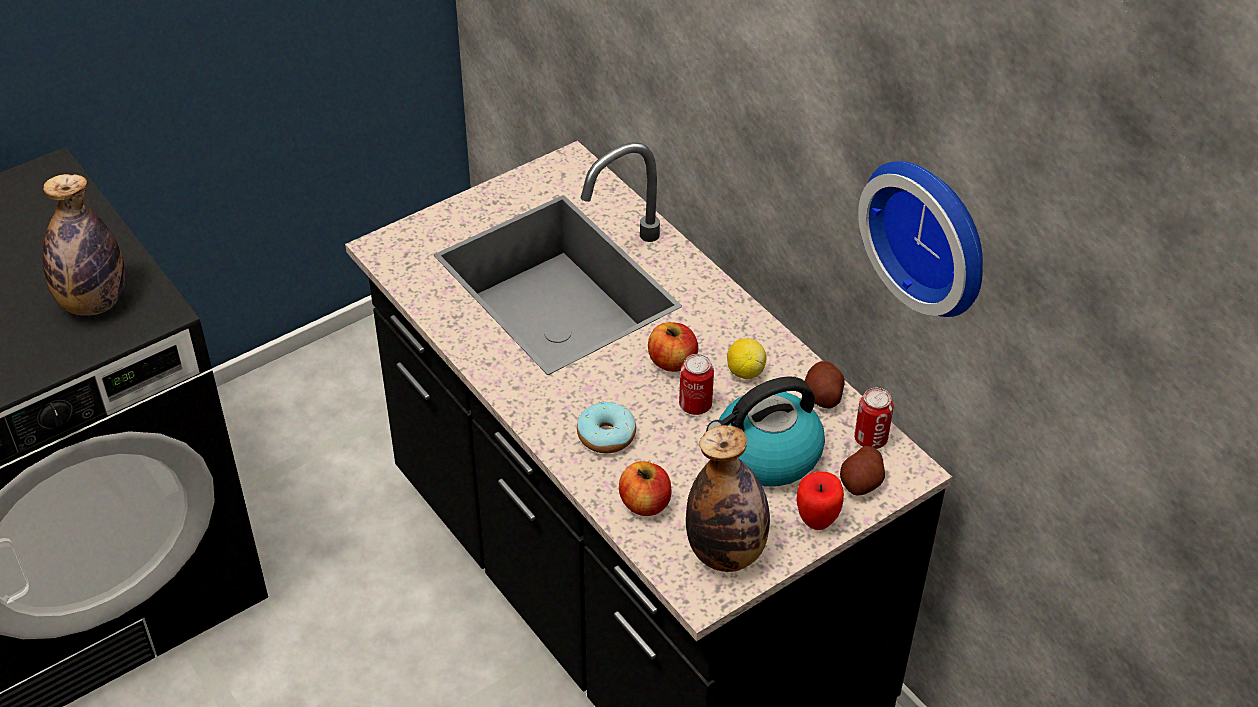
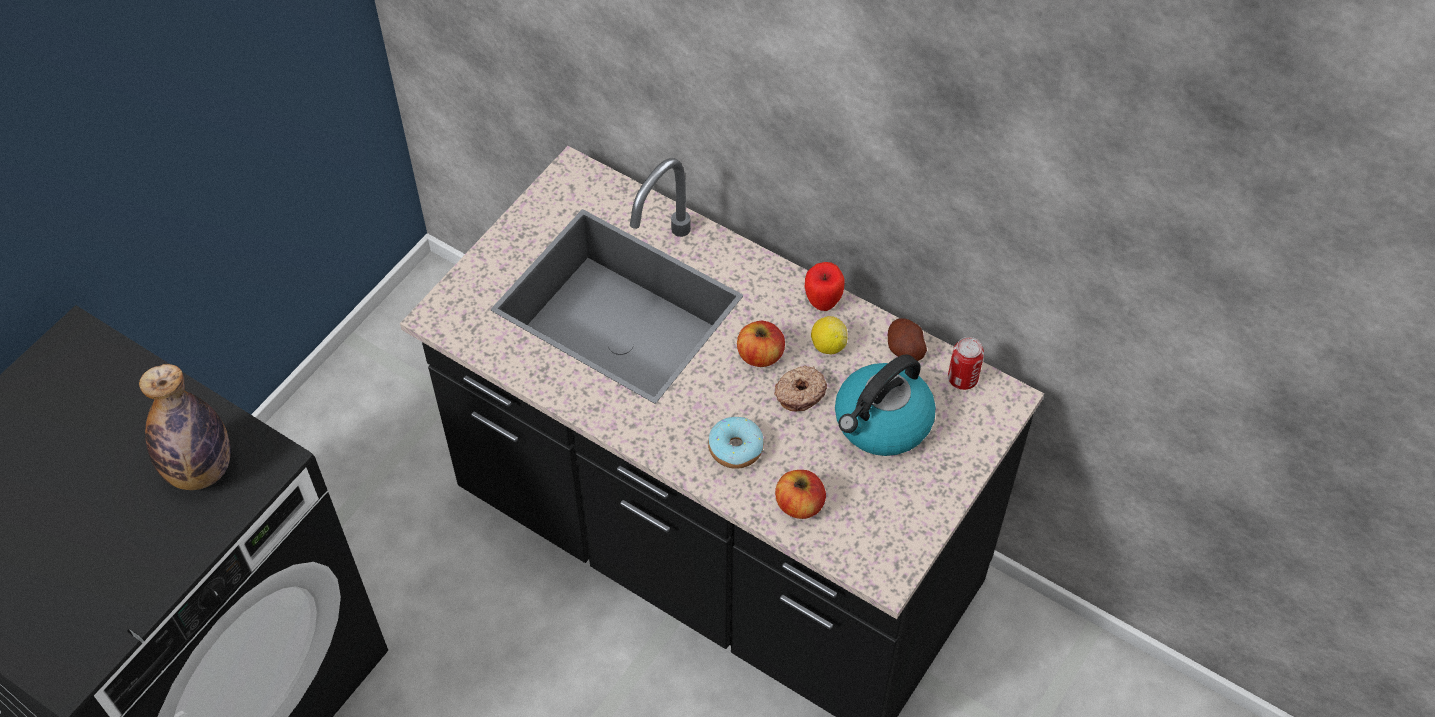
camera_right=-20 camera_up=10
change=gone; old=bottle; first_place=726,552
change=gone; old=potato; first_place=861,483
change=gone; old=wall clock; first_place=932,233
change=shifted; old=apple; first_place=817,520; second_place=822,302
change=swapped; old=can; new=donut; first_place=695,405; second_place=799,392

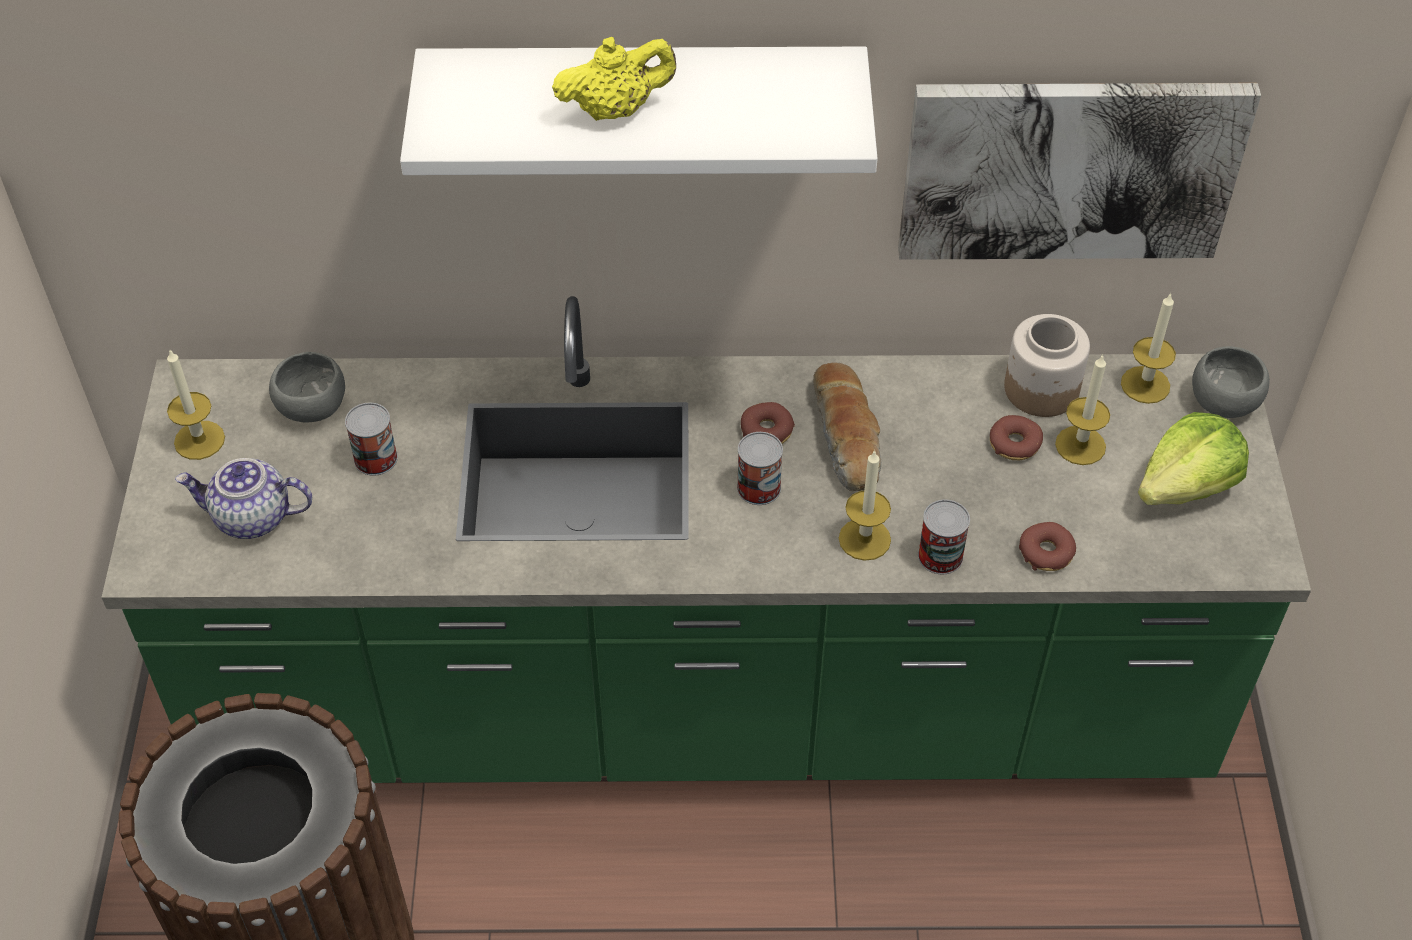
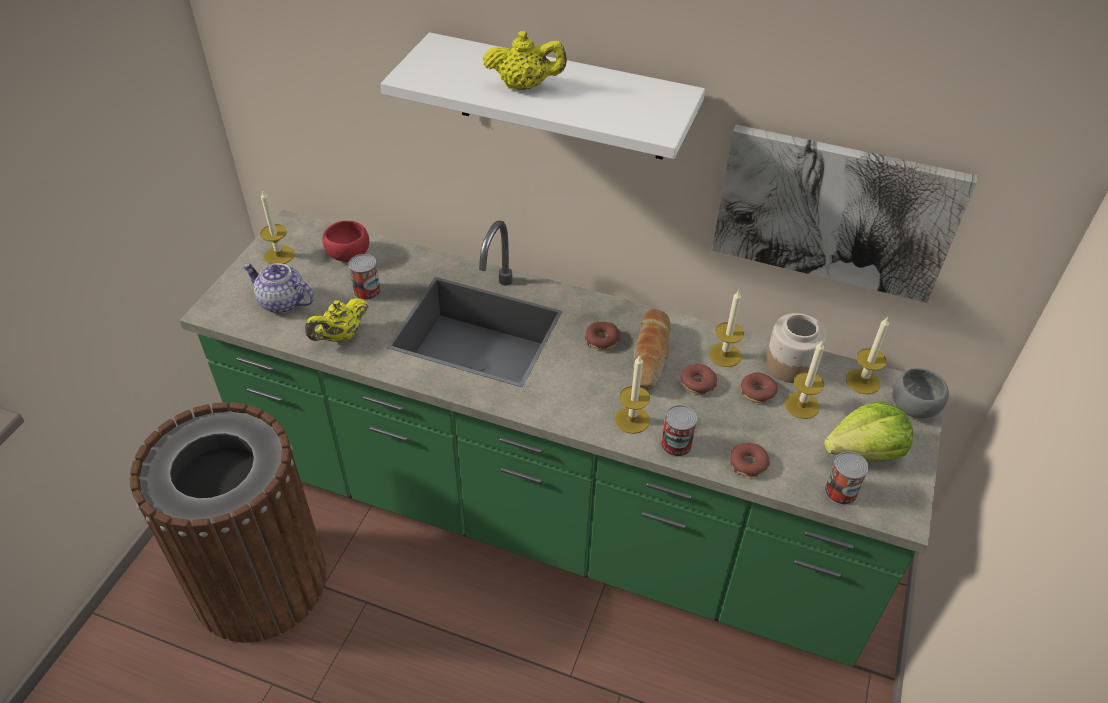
camera_right=20 camera_up=-5
change=new; new=yellow teapot; second_place=341,337
change=new; new=donut; second_place=697,383
change=new; new=candle; second_place=724,355
change=shifted; old=can; first_place=758,487; second_place=840,491
change=repainted; old=grey bowl; new=red bowl; first_place=313,408; second_place=349,256

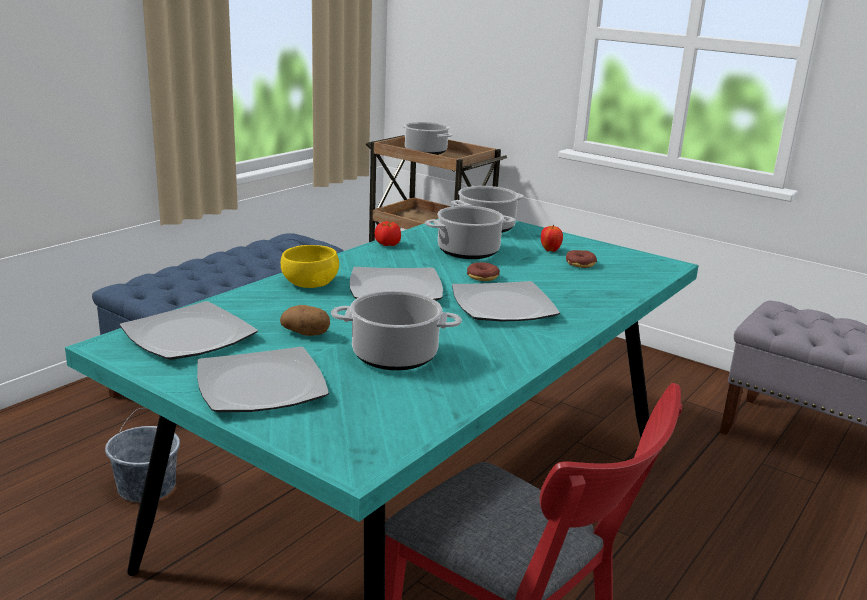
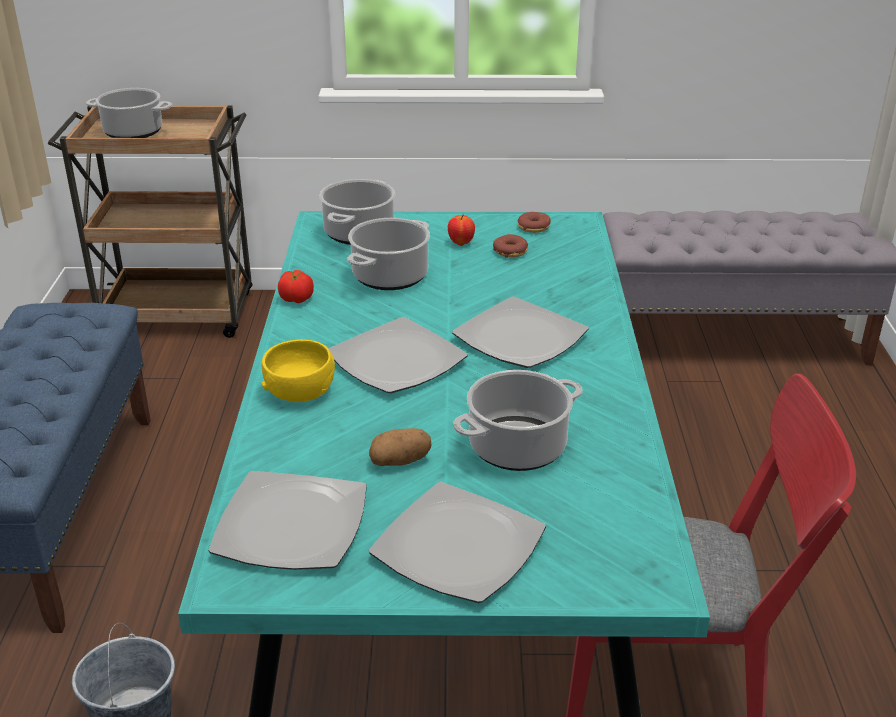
camera_right=-35 camera_up=10
change=shifted; old=donut; first_place=482,277; second_place=533,227

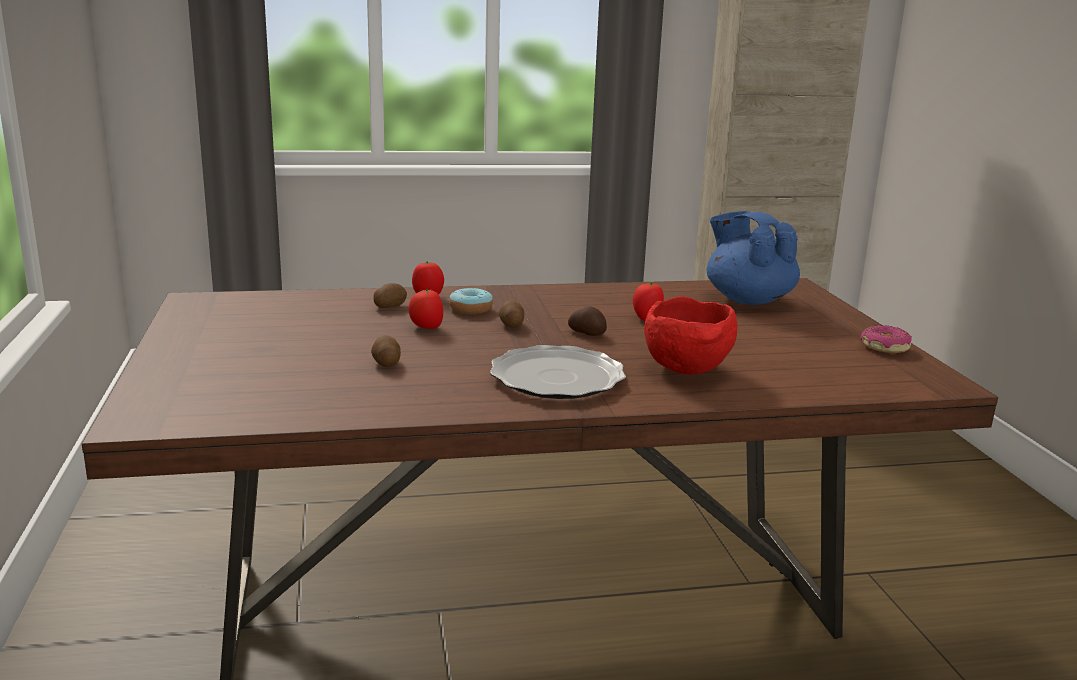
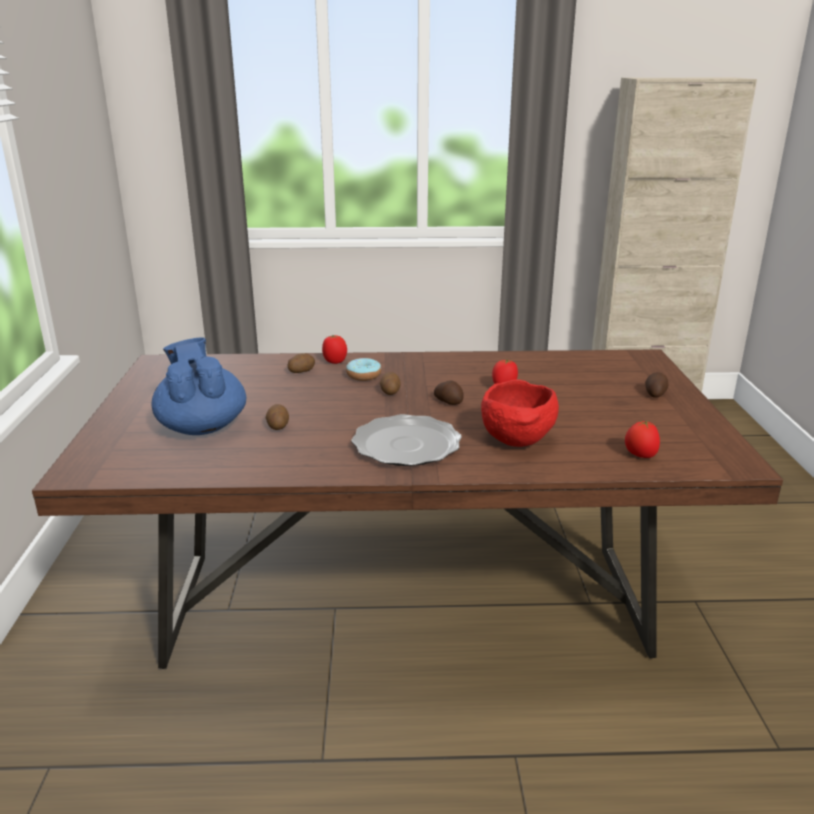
camera_right=10 camera_up=5
change=gone; old=donut; first_place=884,347
change=new; new=potato; second_place=655,393
change=shifted; old=tomato; first_place=426,328; second_place=640,456
change=shifted; old=blue teapot; first_place=748,299; second_place=202,427

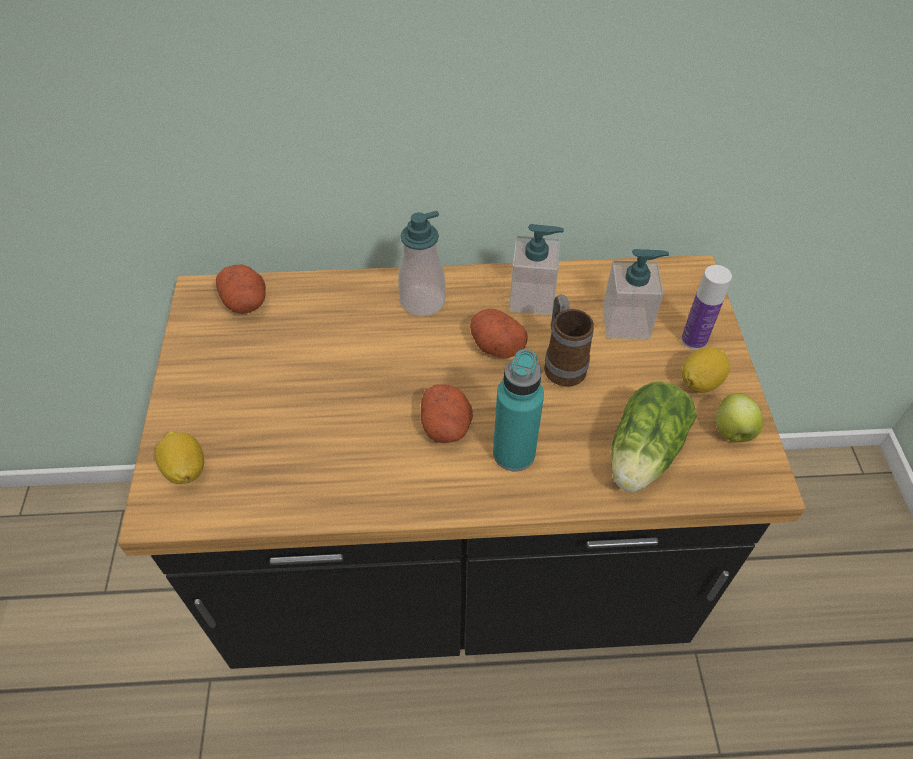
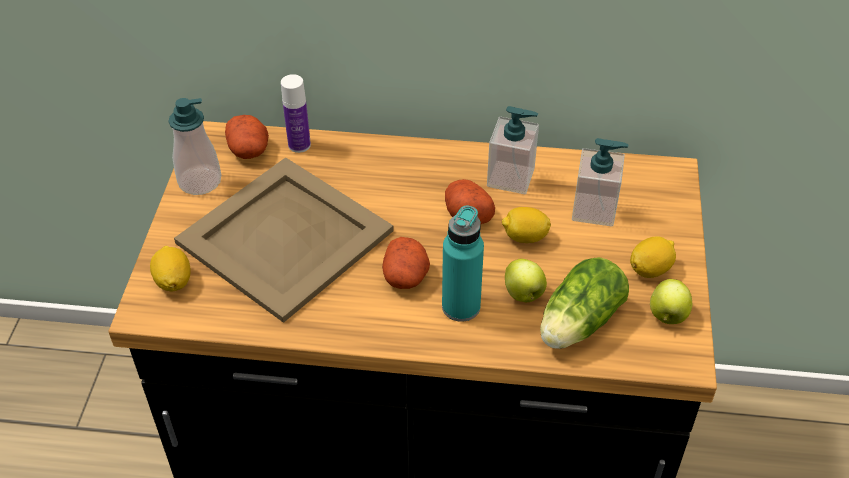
camera_right=10 camera_up=-5
change=new; new=beige tray; second_place=285,238
change=new; new=apple; second_place=524,295
change=shifted; old=soap dispenser; first_place=422,301; second_place=200,181
change=shifted; old=bottle; first_place=694,340; second_place=299,145
change=swapped; old=mug; new=lemon; first_place=562,363; second_place=524,237

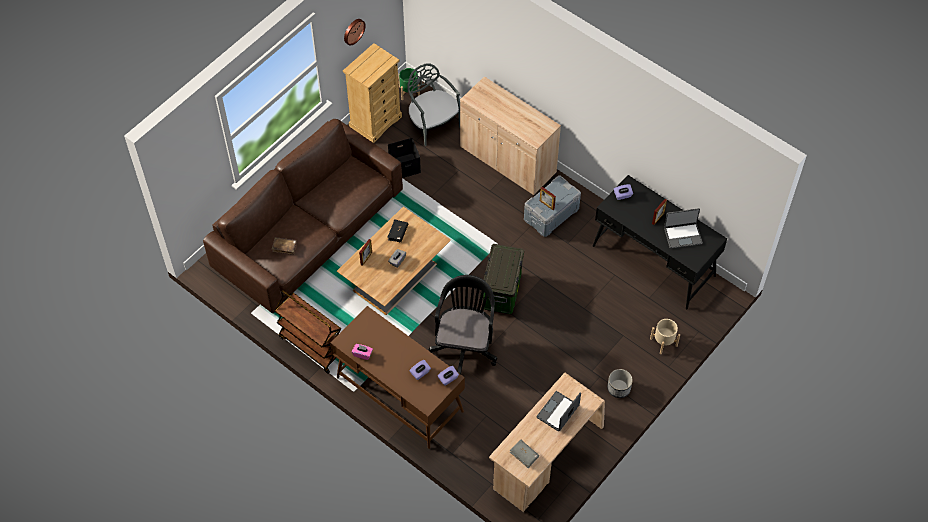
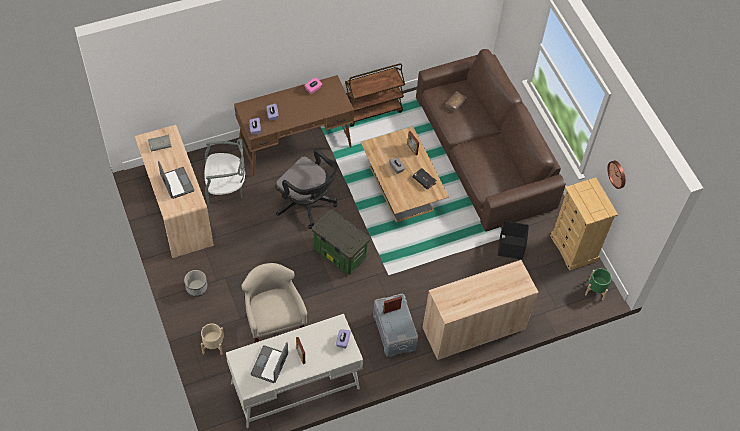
camera_right=115 camera_up=0
change=new; new=beige stool; second_place=274,331
change=shifted; old=grey chair; first_place=433,124; second_place=225,187
change=repainted; old=black desk; new=white desk; first_place=653,261; second_place=295,385

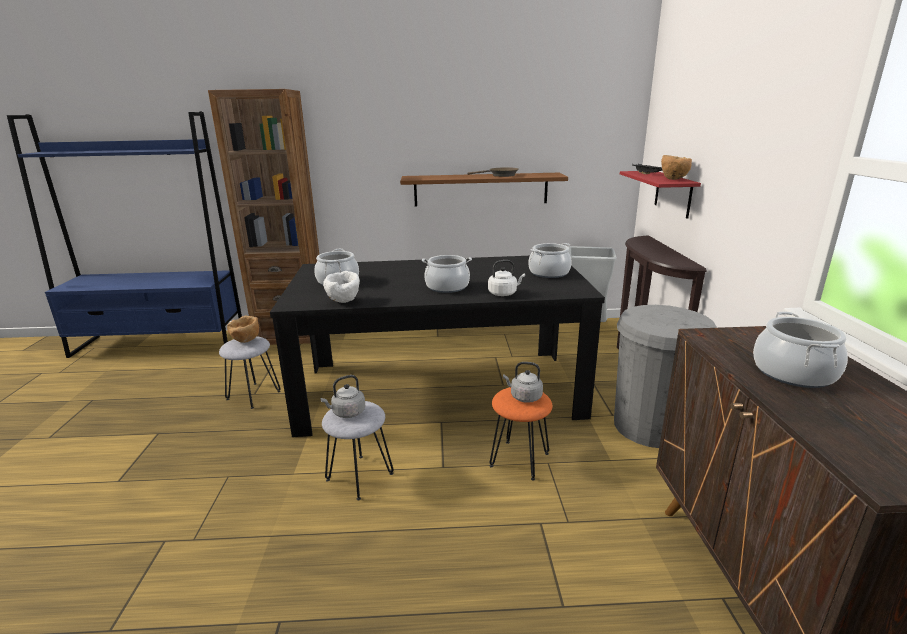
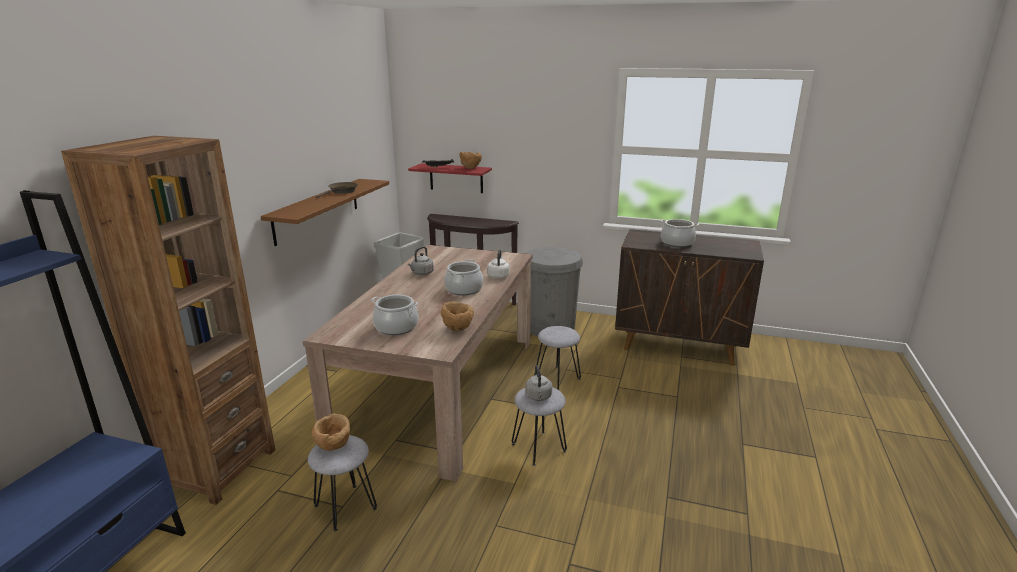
camera_right=-70 camera_up=0
change=gone; old=cooking pot; first_place=549,273
change=shifted; old=grey kettle; first_place=524,397; second_place=421,273
change=repainted; old=black dining table; new=beige dining table; first_place=440,390; second_place=442,389
change=repainted; old=white bowl; new=brown bowl; first_place=344,301; second_place=458,329
change=repainted; old=orange stool; new=grey stool; first_place=519,460; second_place=557,378

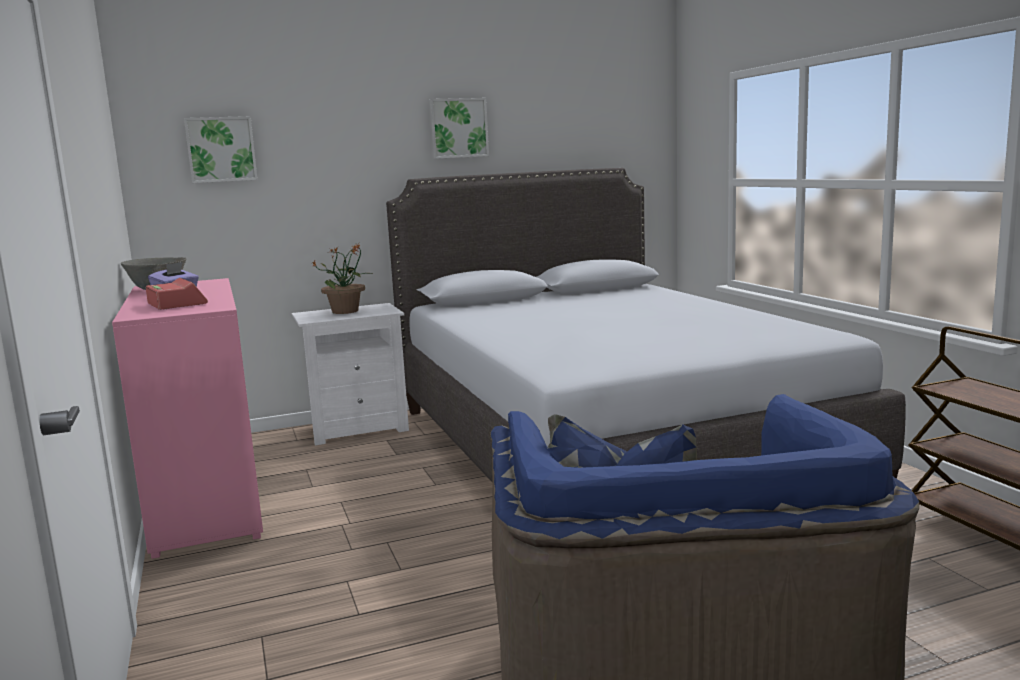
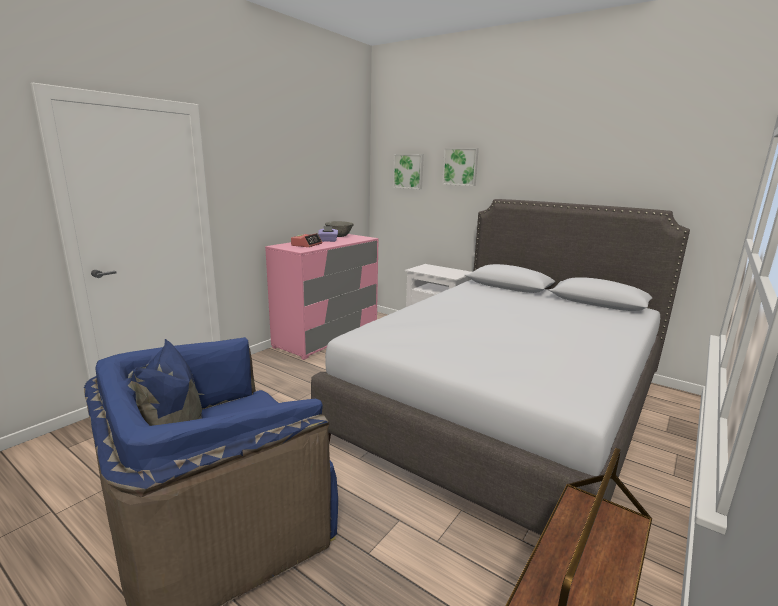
camera_right=55 camera_up=5
change=gone; old=potted plant; first_place=346,311
change=shifted; old=picture; first_place=458,128; second_place=460,166

